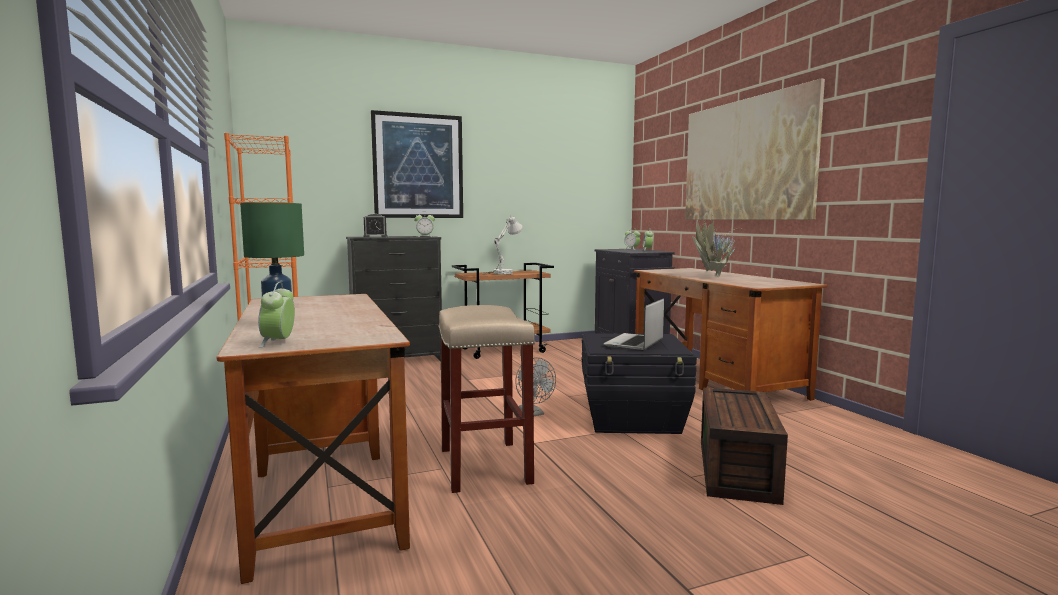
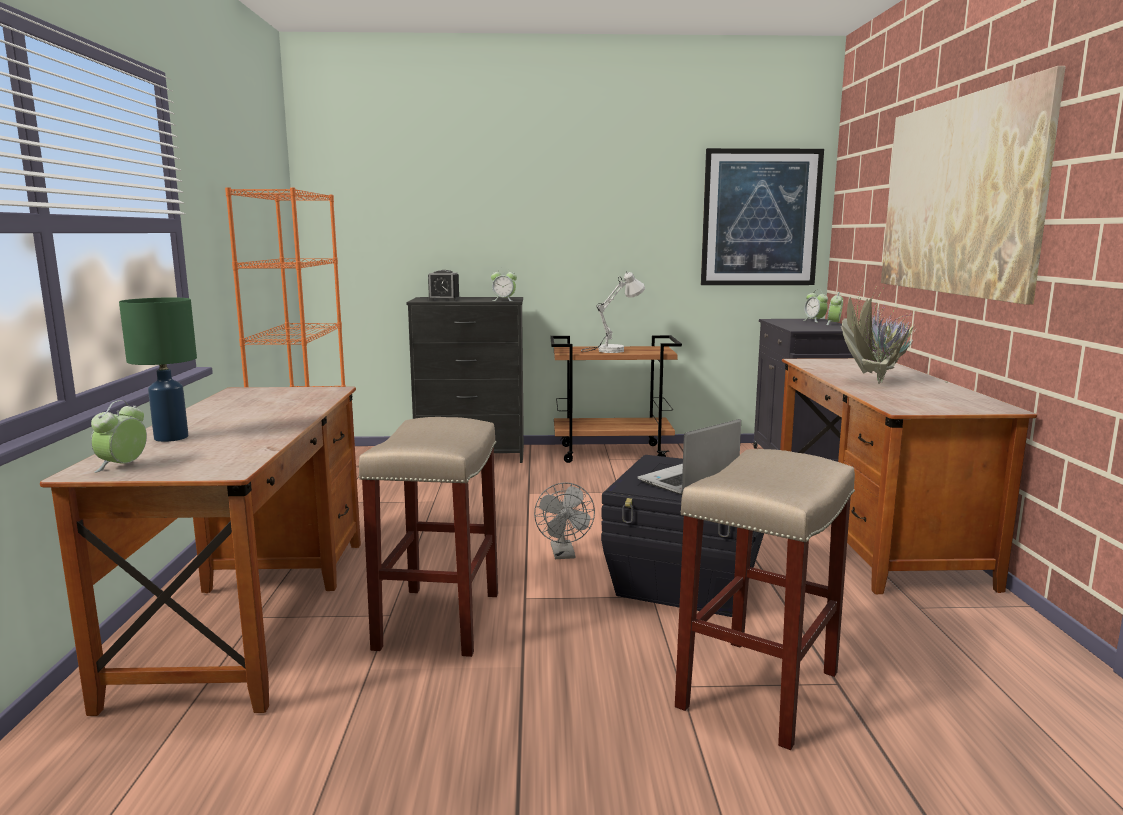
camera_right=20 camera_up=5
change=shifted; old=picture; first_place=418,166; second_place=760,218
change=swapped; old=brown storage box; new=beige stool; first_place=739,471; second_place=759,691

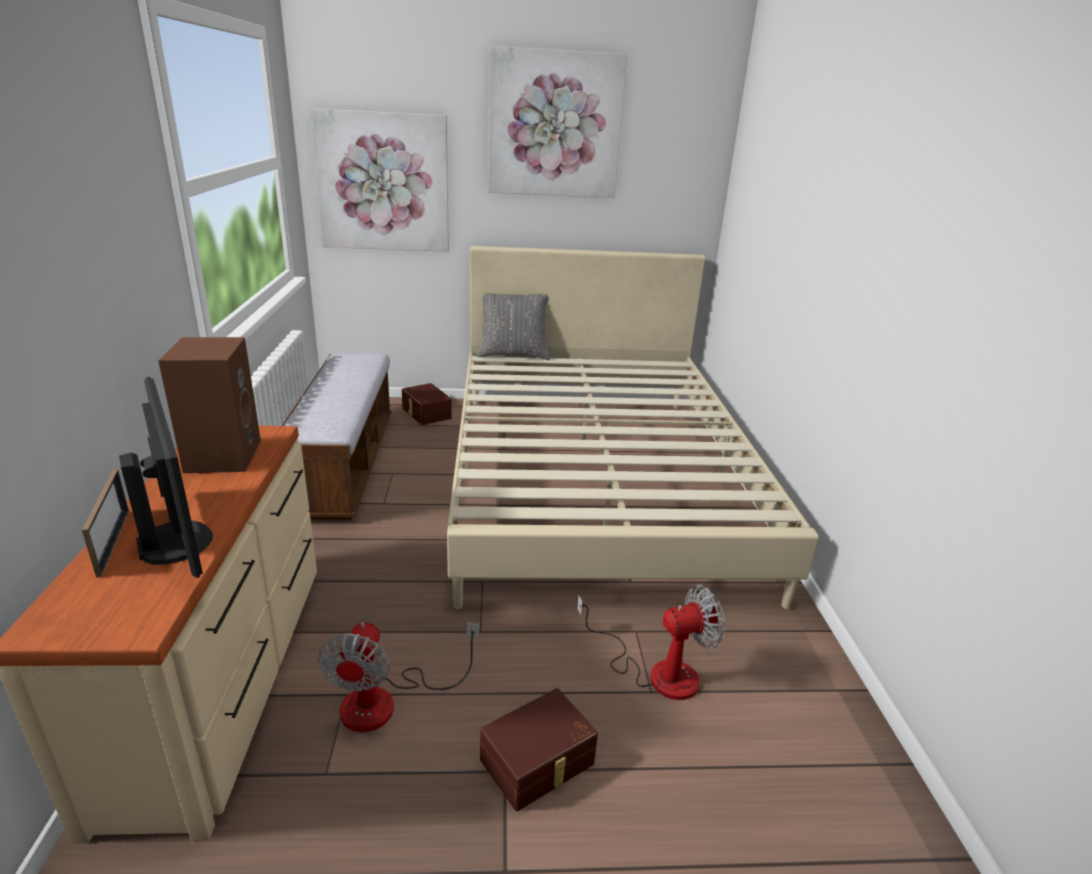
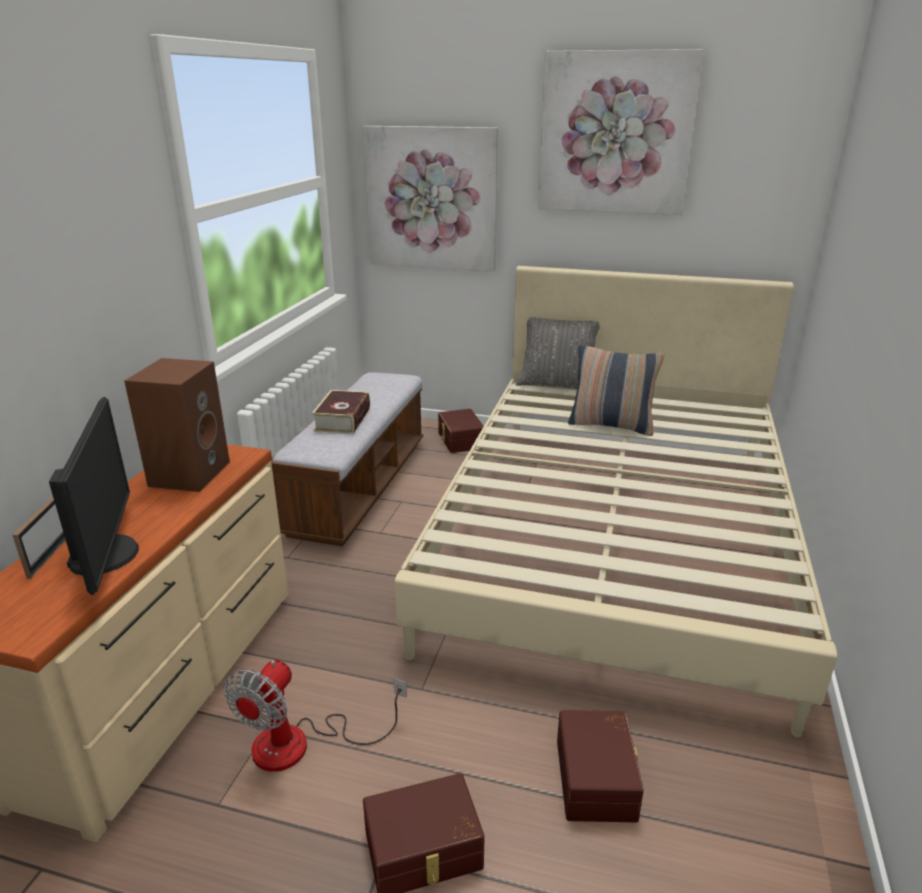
camera_right=20 camera_up=0
change=new; new=book; second_place=342,419
change=new; new=pillow; second_place=611,425
change=swapped; old=fan; new=brown storage box; first_place=657,671; second_place=598,778

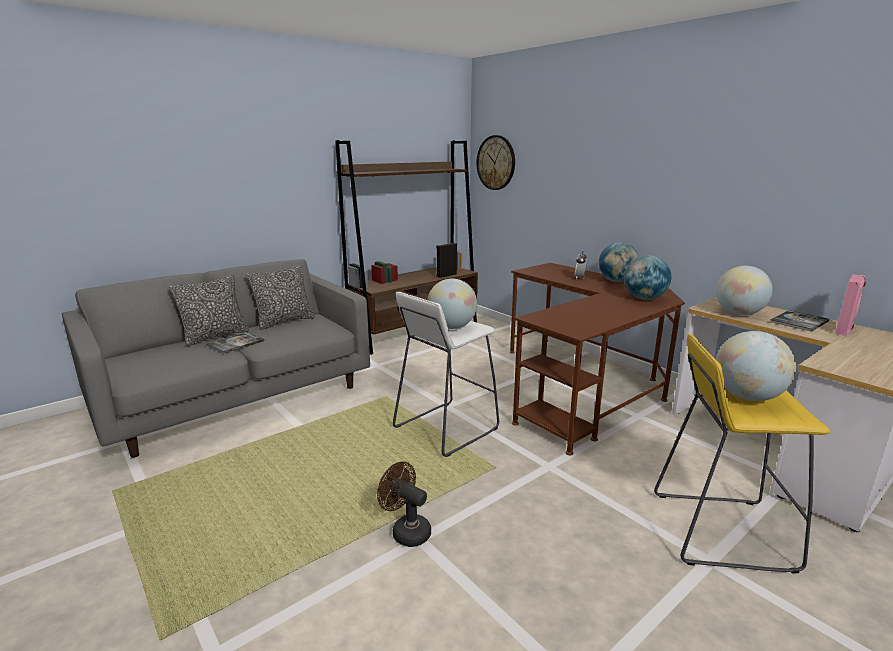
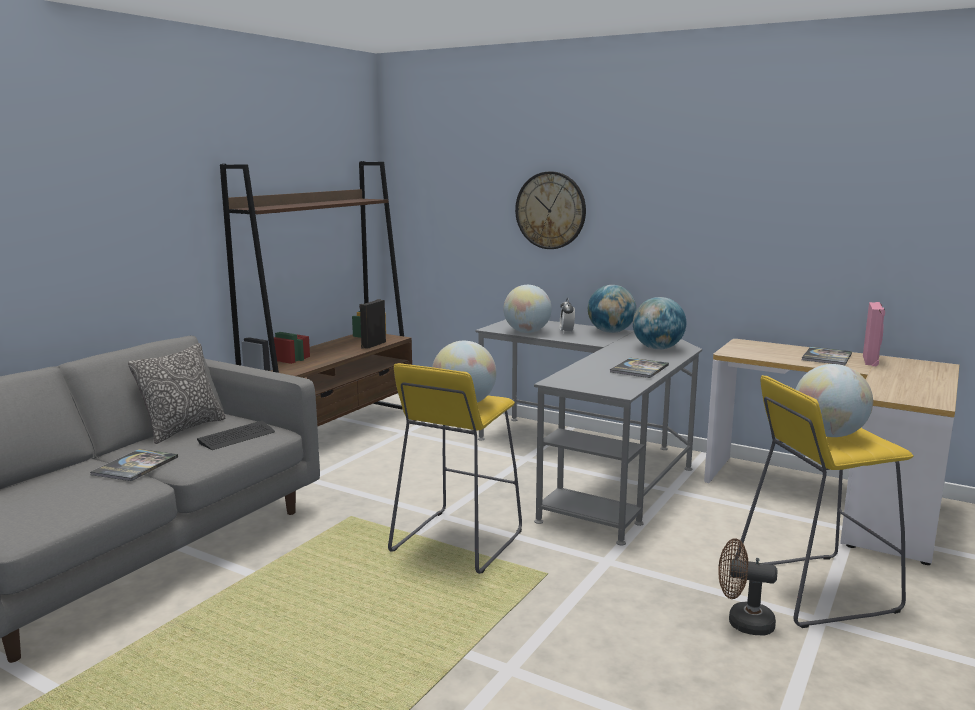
camera_right=-20 camera_up=-5
change=gone; old=pillow; first_place=215,336
change=new; new=keyboard; second_place=237,437
change=new; new=book; second_place=639,369
change=shifted; old=brown fan; first_place=406,531; second_place=742,622
change=shifted; old=wall clock; first_place=496,162; second_place=550,210
change=shifted; old=globe; first_place=739,314; second_place=527,332
change=repainted; old=white stool; new=yellow stool; first_place=445,428; second_place=456,541
change=repainted; old=brown desk; new=grey desk; first_place=583,386; second_place=592,466

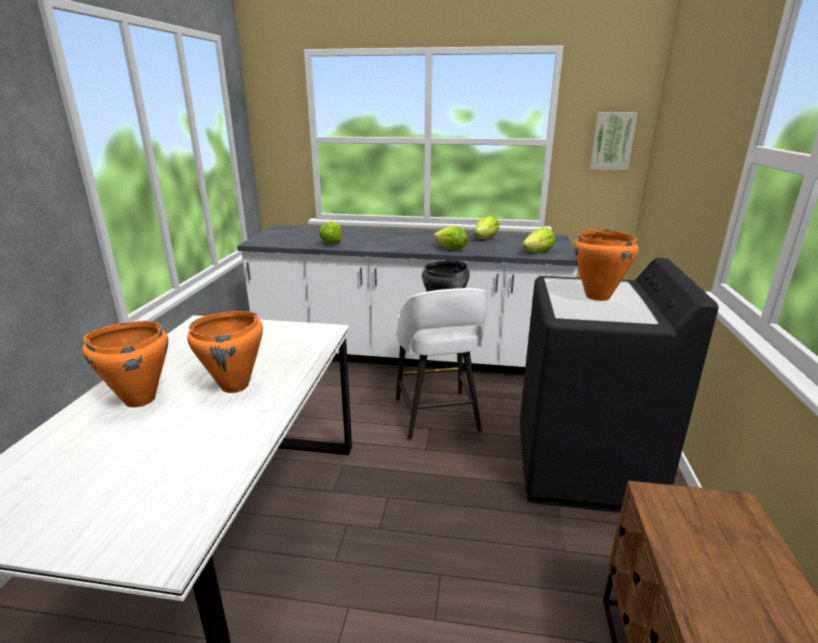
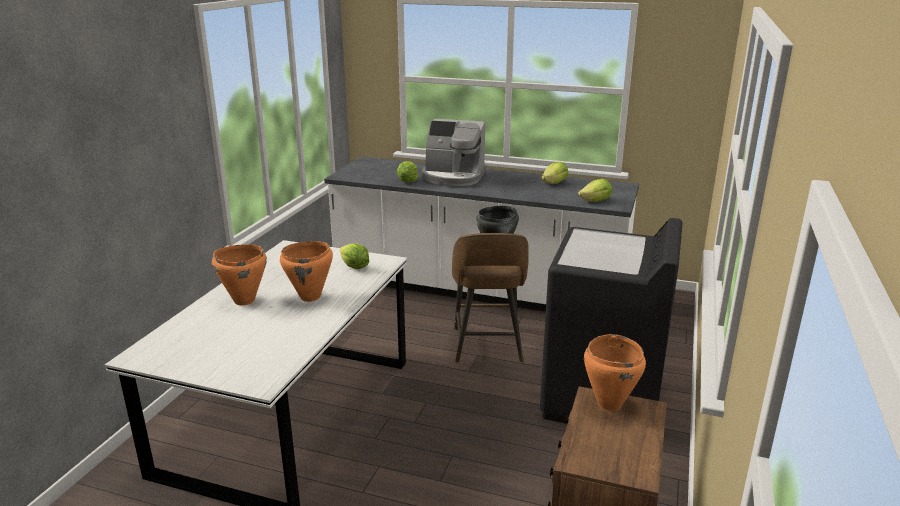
camera_right=10 camera_up=0
change=gone; old=picture; first_place=612,141
change=new; new=coffee machine; second_place=453,177
change=shifted; old=lettuce; first_place=451,249; second_place=354,267
change=shifted; old=orange cooking pot; first_place=597,297; second_place=609,404
change=repainted; old=white stool; new=brown stool; first_place=437,416; second_place=487,346

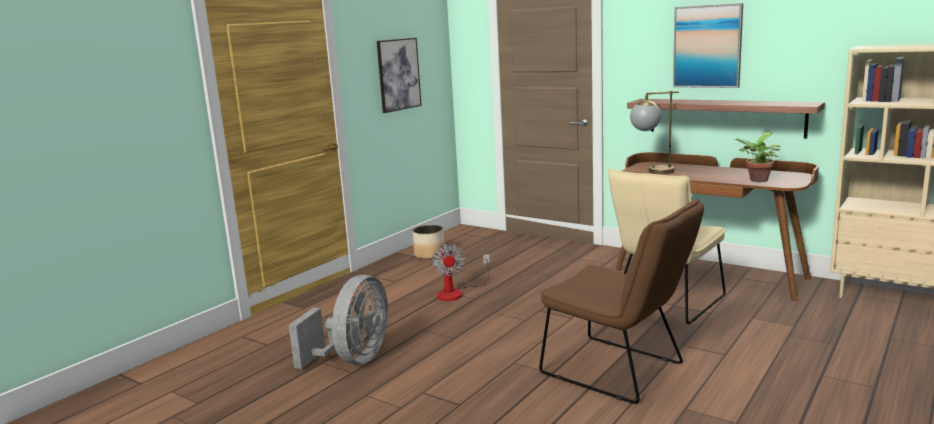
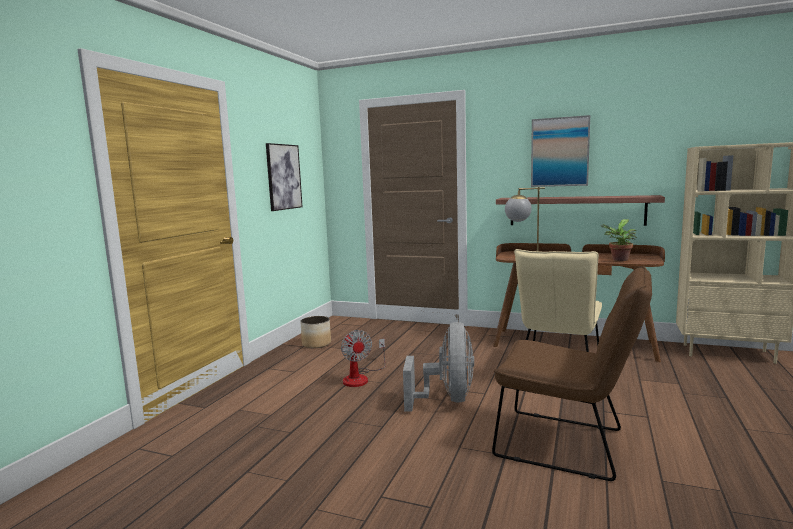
camera_right=-15 camera_up=-5
change=shifted; old=grey fan; first_place=353,359; second_place=447,399

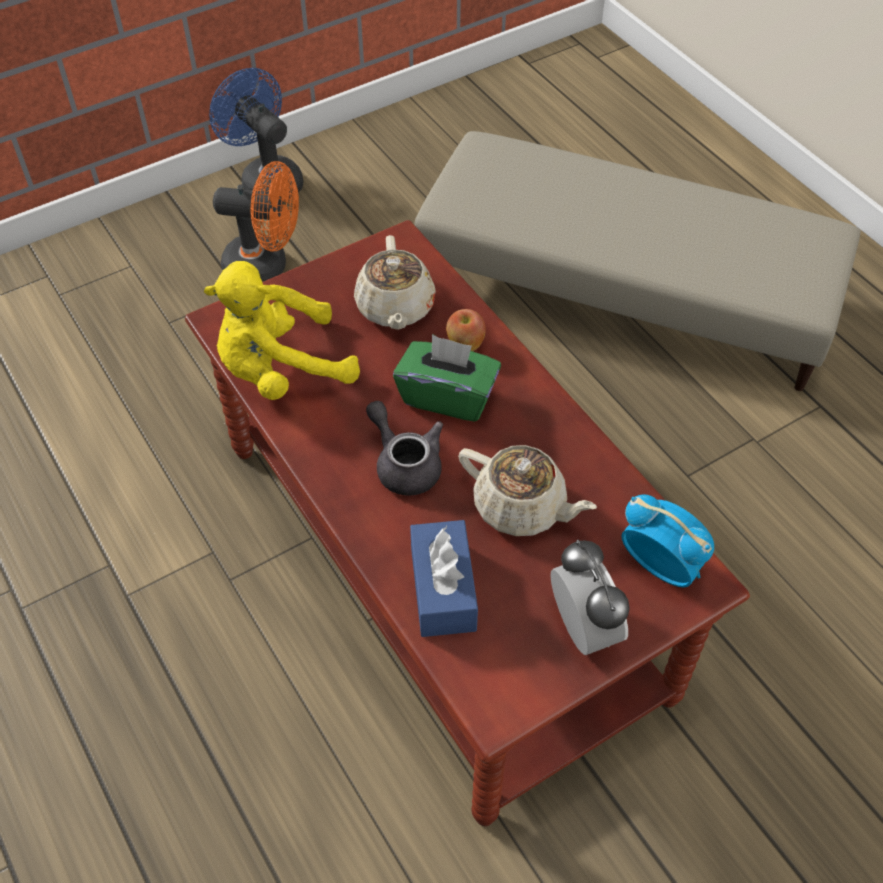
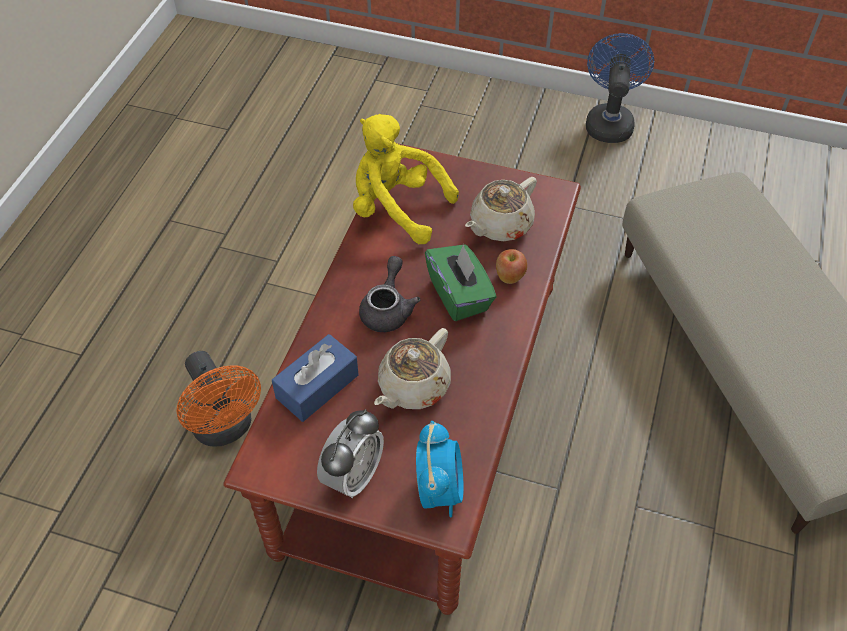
camera_right=50 camera_up=0
change=shifted; old=orange fan; first_place=266,267; second_place=226,428
change=rotated; old=beige teapot; first_place=521,507; second_place=412,386; degrees=45

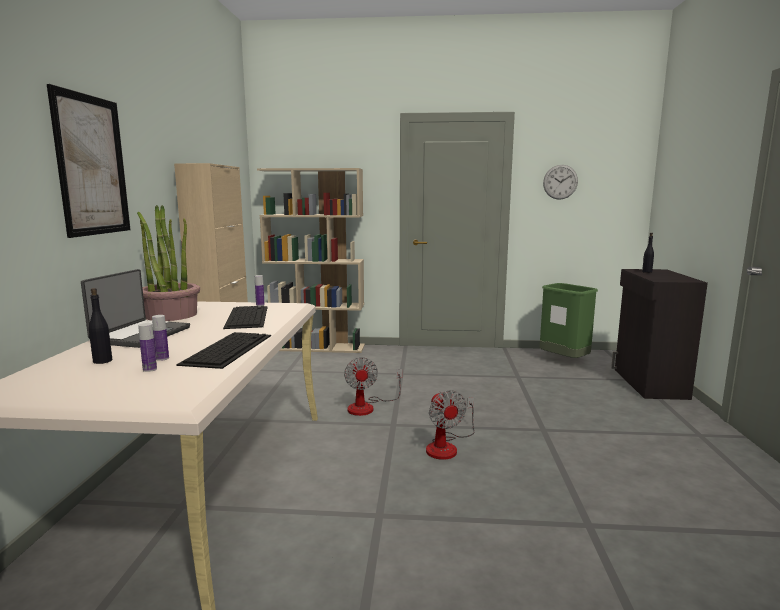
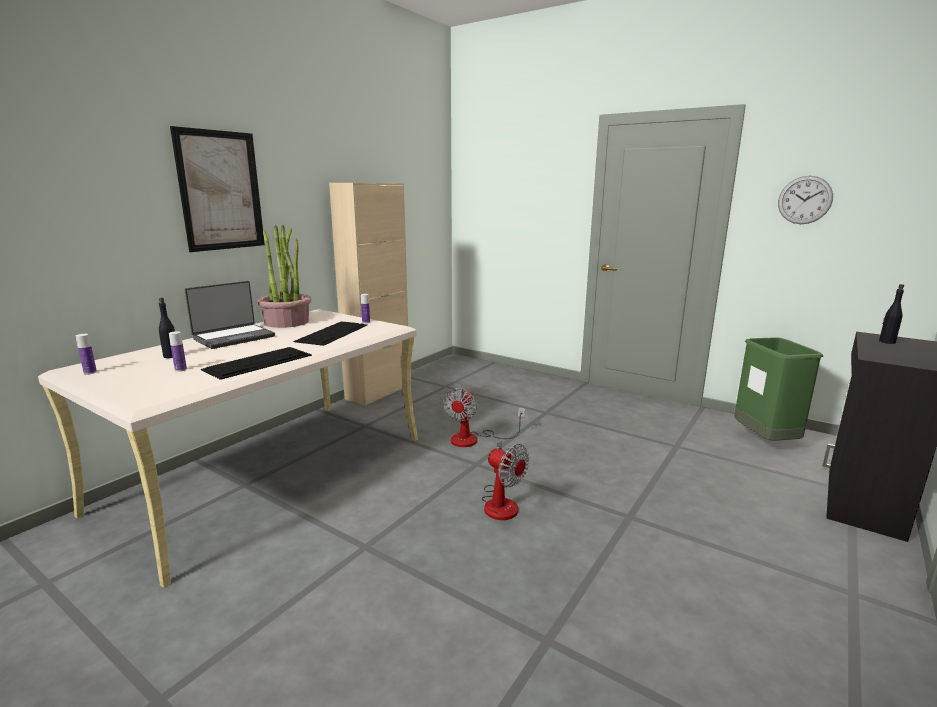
camera_right=30 camera_up=5
change=gone; old=beige bookcase; first_place=317,347
change=shifted; old=bottle; first_place=162,358; second_place=90,372
change=rotated; old=fan; first_place=447,446; second_place=501,502; degrees=-60

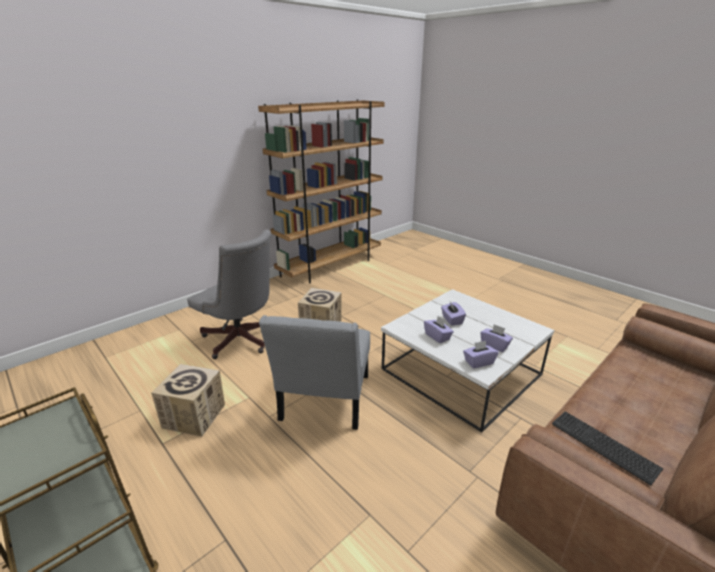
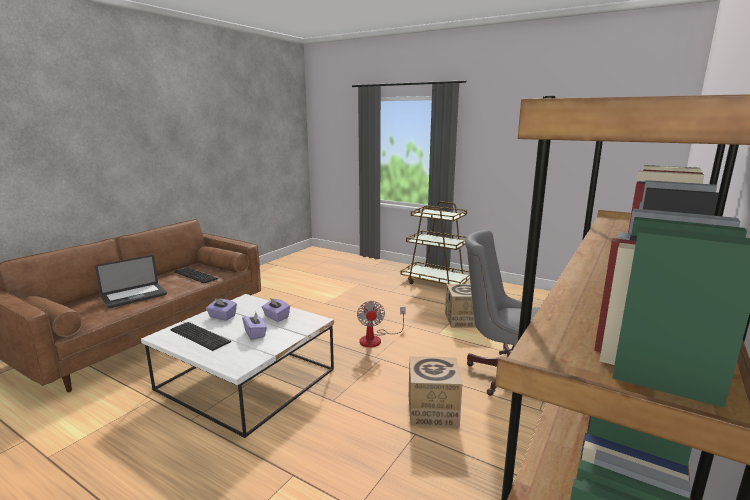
camera_right=165 camera_up=-10
change=gone; old=purple tissue box; first_place=478,362
change=new; new=laptop; second_place=134,296
change=new; new=keyboard; second_place=200,335
change=swapped; old=grey chair; new=fan; first_place=324,401; second_place=376,339

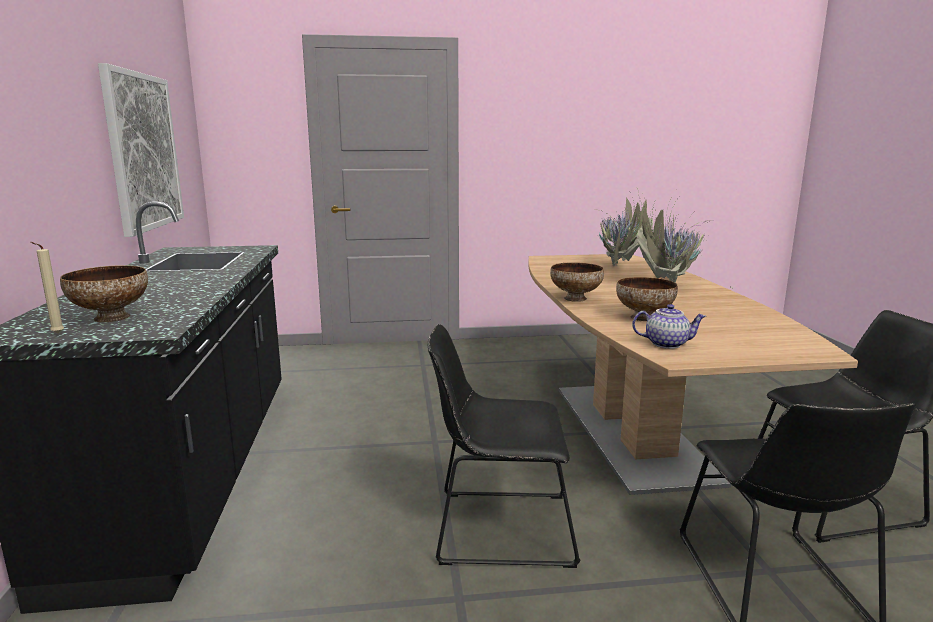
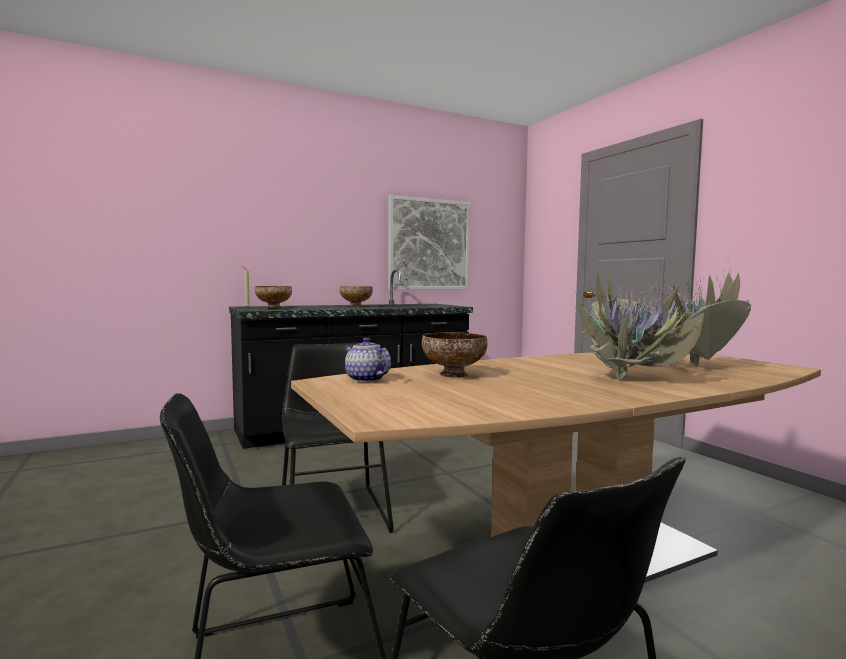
camera_right=70 camera_up=-10
change=shifted; old=bowl; first_place=576,298; second_place=356,306
change=rotated; old=teapot; first_place=666,344; second_place=365,379; degrees=150

